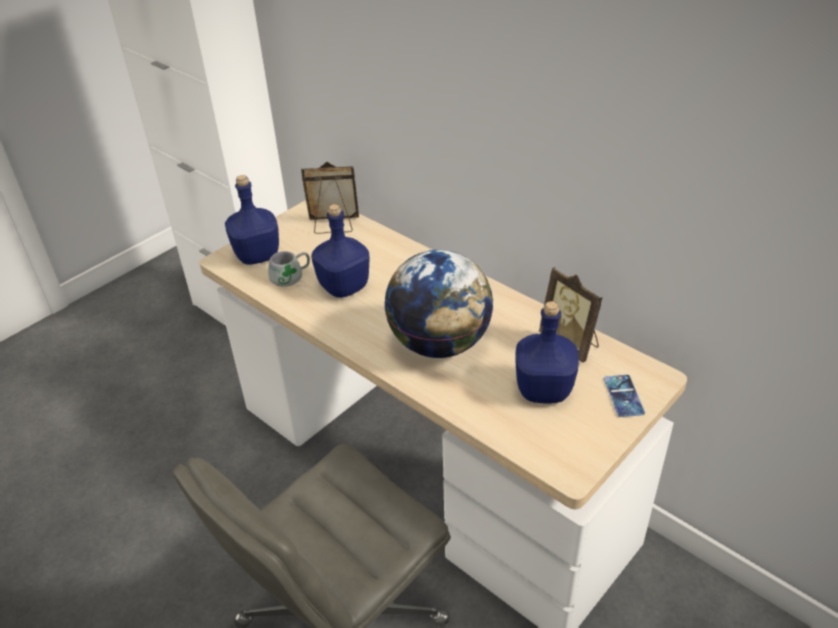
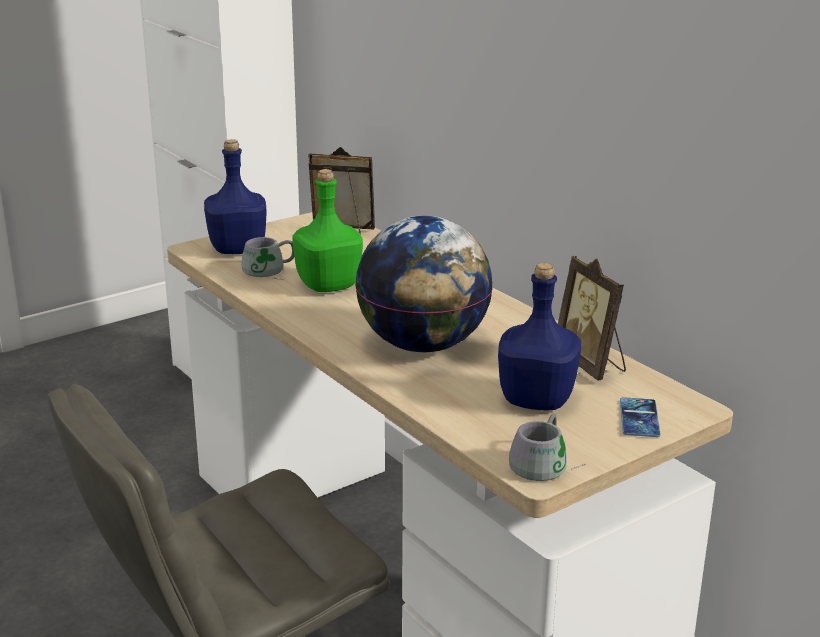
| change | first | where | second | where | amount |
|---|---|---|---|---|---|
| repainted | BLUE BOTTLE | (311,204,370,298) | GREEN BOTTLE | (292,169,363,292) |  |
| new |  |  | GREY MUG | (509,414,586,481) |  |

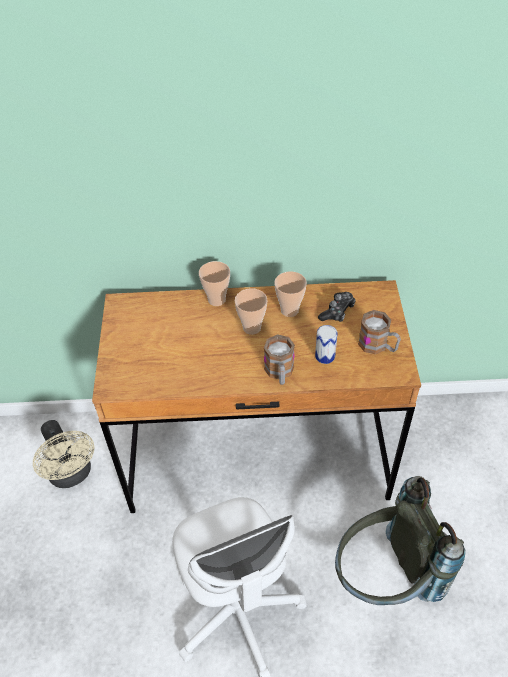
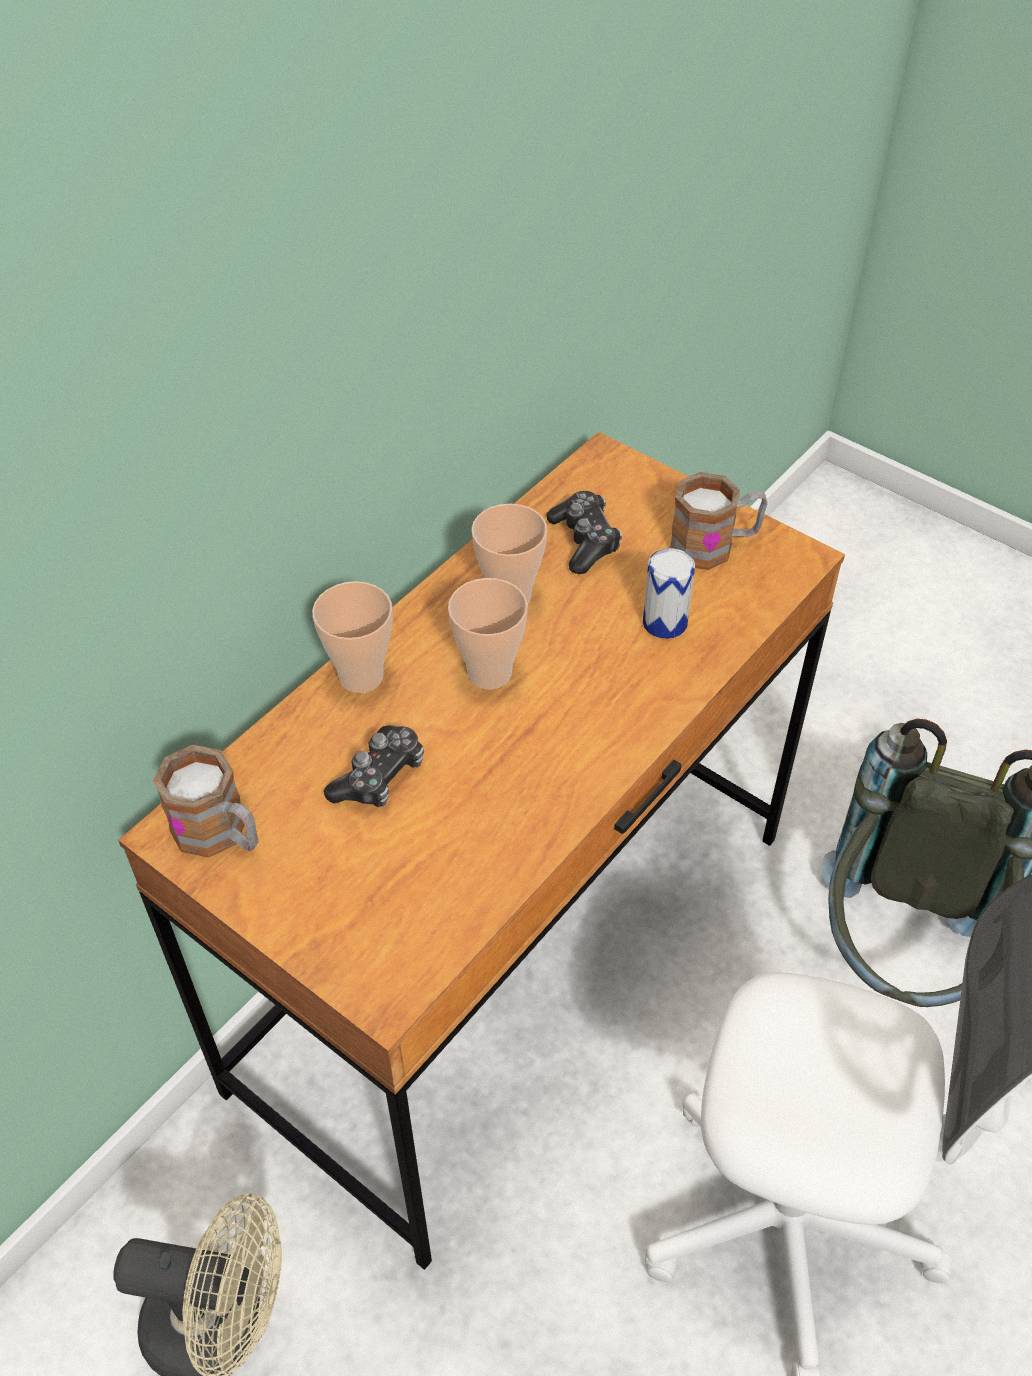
| change | first | where | second | where | amount |
|---|---|---|---|---|---|
| shifted | MUG | (264,334,295,385) |  | (153,745,259,857) |  |
| new |  |  | GAME CONTROLLER | (324,725,424,807) |  |

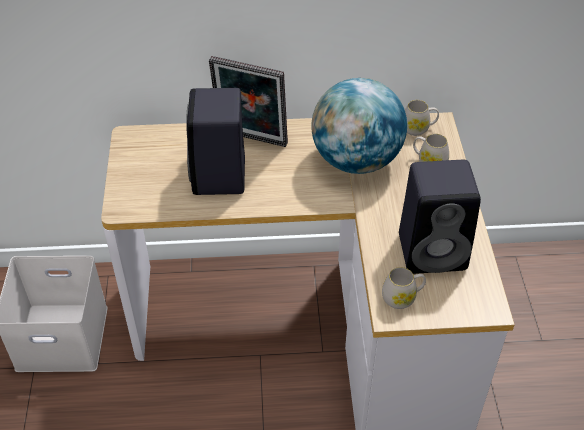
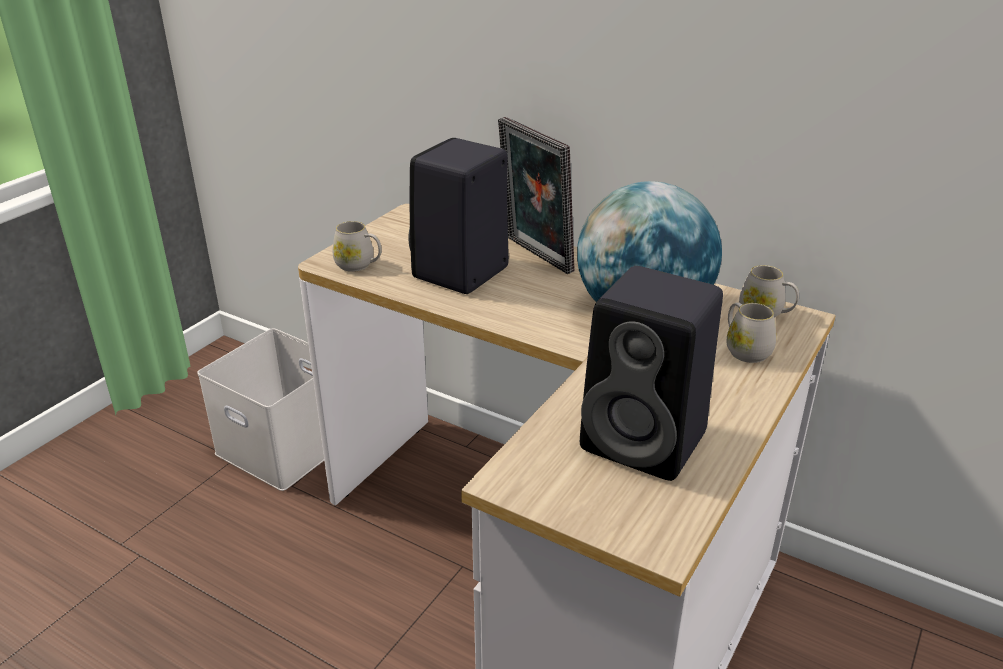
| change | first | where | second | where | amount |
|---|---|---|---|---|---|
| shifted | WHITE MUG | (382,267,426,309) |  | (333,221,382,272) |  |

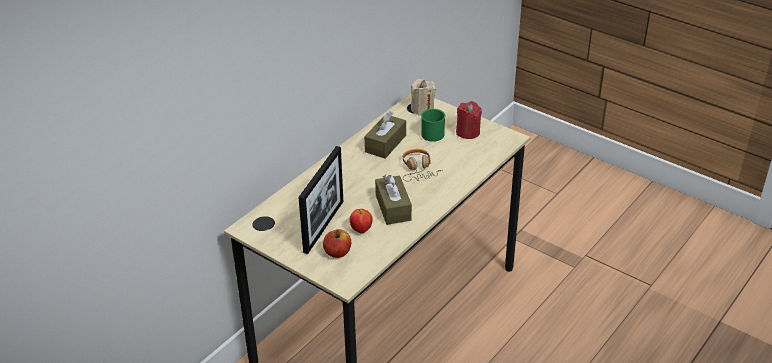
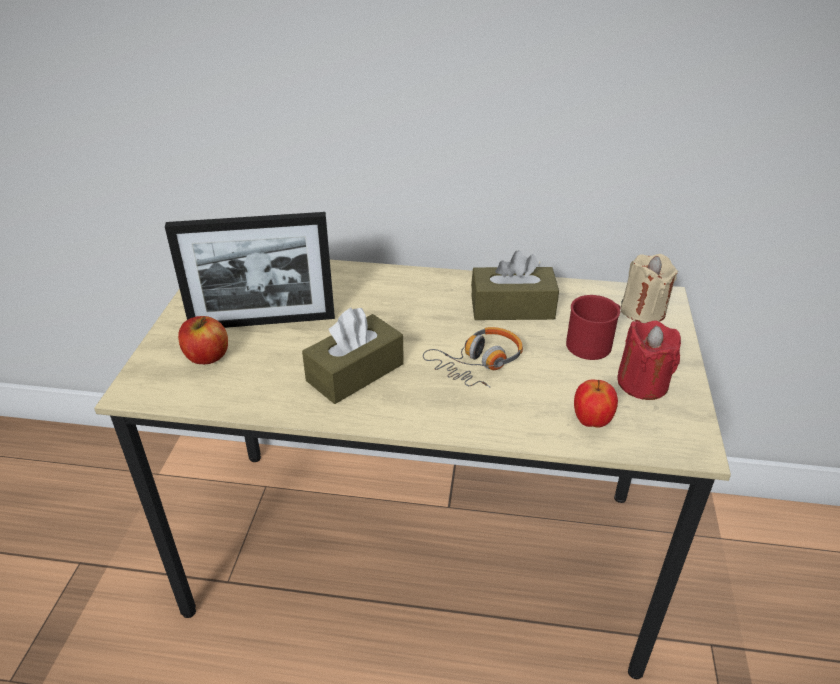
| change | first | where | second | where | amount |
|---|---|---|---|---|---|
| shifted | APPLE | (350,209,373,234) |  | (574,379,618,428) |  |
| repainted | GREEN MUG | (421,109,445,142) | RED MUG | (566,295,620,360) |  |

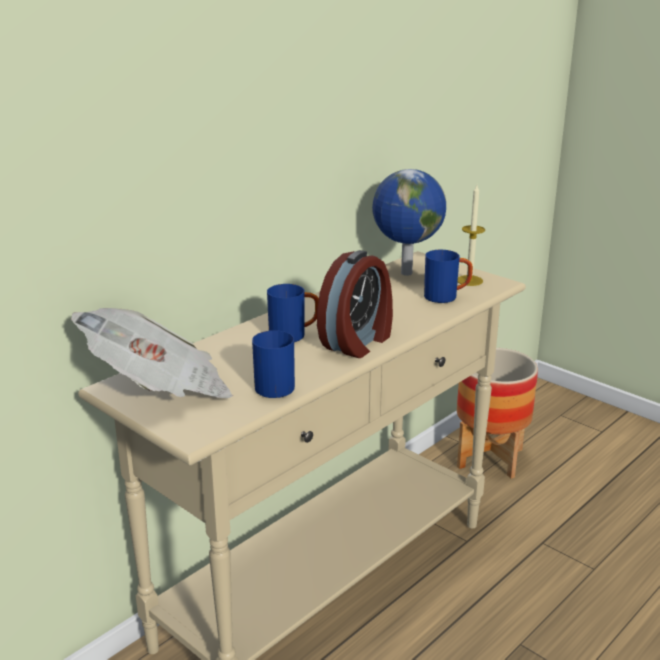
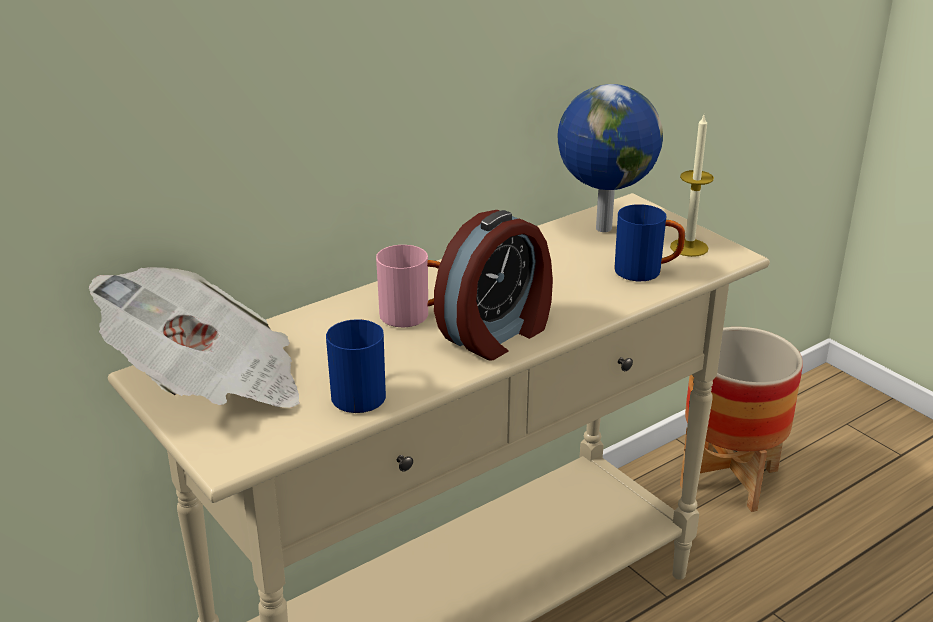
| change | first | where | second | where | amount |
|---|---|---|---|---|---|
| repainted | BLUE MUG | (267,284,319,342) | PINK MUG | (376,245,440,327) |  |

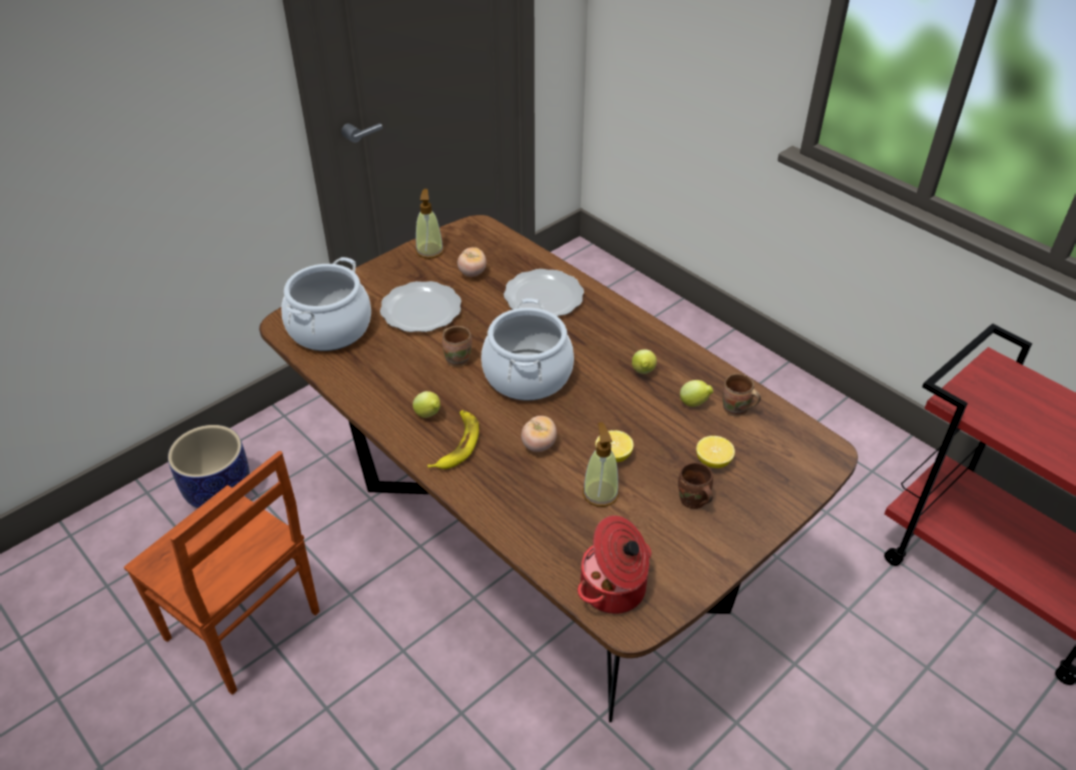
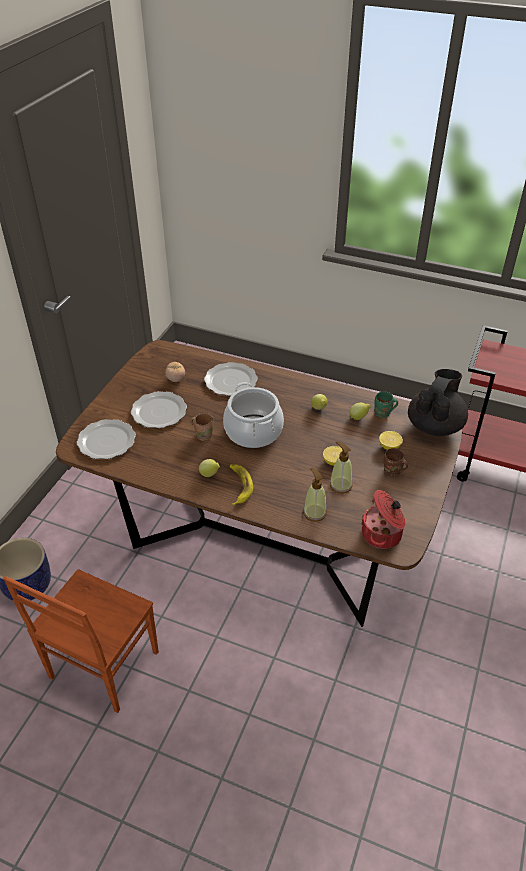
| change | first | where | second | where | amount |
|---|---|---|---|---|---|
| rotated | BROWN CHAIR | (124,451,320,695) |  | (3,569,159,713) | 105 degrees clockwise |
| swapped | COOKING POT | (281,257,371,351) | PLATE | (77,419,136,459) |  |
| shifted | SOAP DISPENSER | (416,189,444,259) |  | (303,467,327,522) |  |
| gone | TOMATO | (521,416,557,452) |  |  |  |
| repainted | BROWN MUG | (723,373,761,416) | GREEN MUG | (374,391,398,418) |  |
| new |  |  | BLACK TEAPOT | (408,369,468,436) |  |

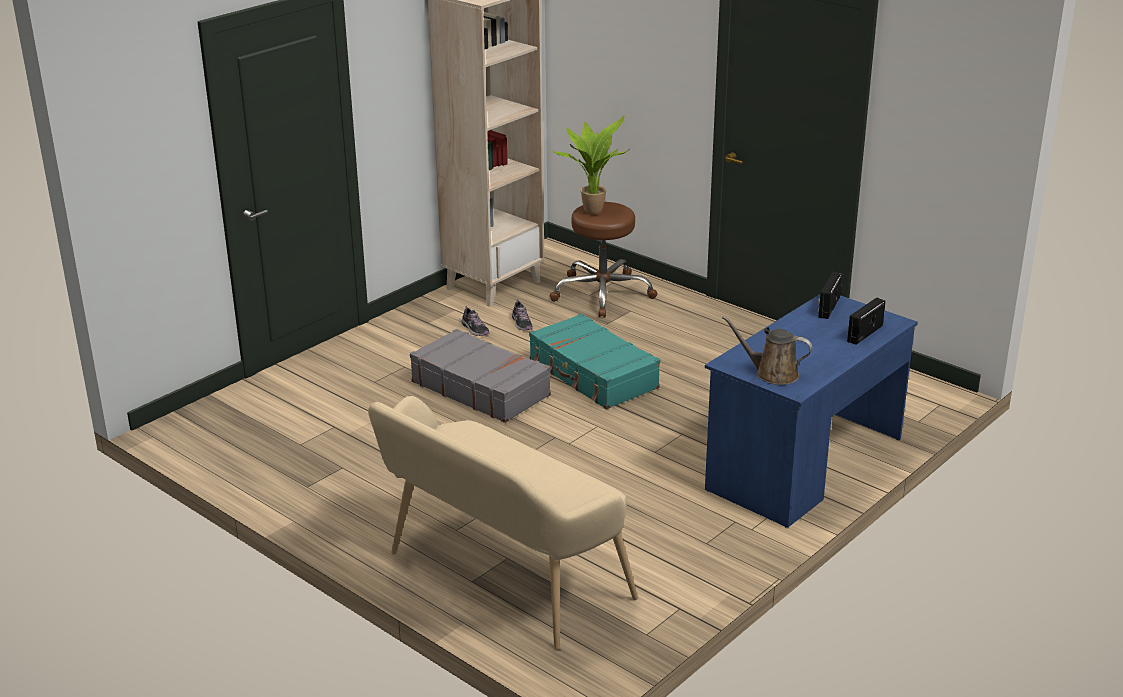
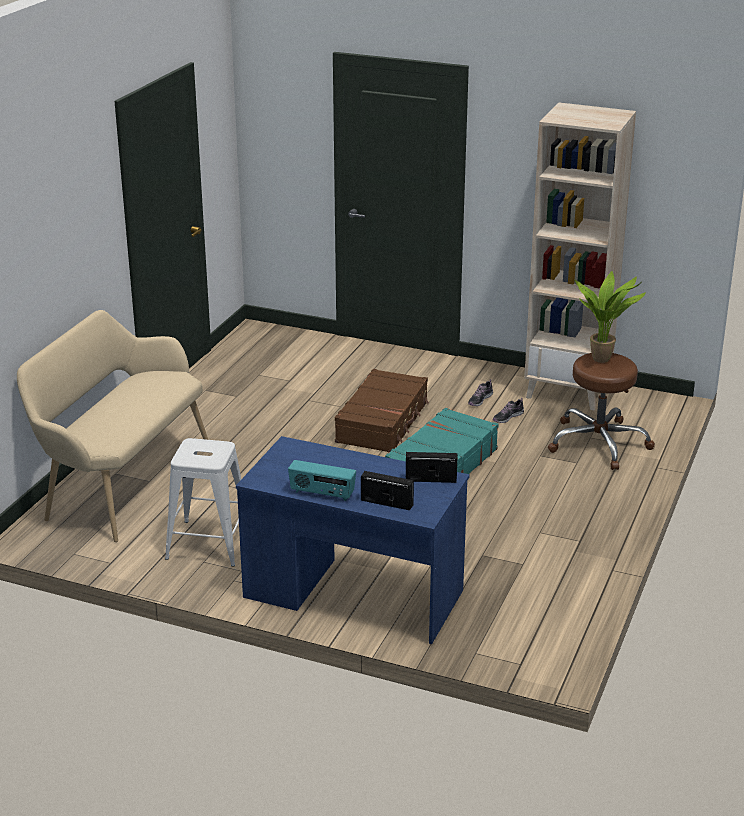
| change | first | where | second | where | amount |
|---|---|---|---|---|---|
| repainted | GREY SUITCASE | (410,329,551,423) | BROWN SUITCASE | (335,369,429,452) |  |
| gone | BROWN WATERING CAN | (722,316,812,385) |  |  |  |
| new |  |  | WHITE STOOL | (165,438,241,567) |  |
| new |  |  | RADIO | (288,460,356,501) |  |

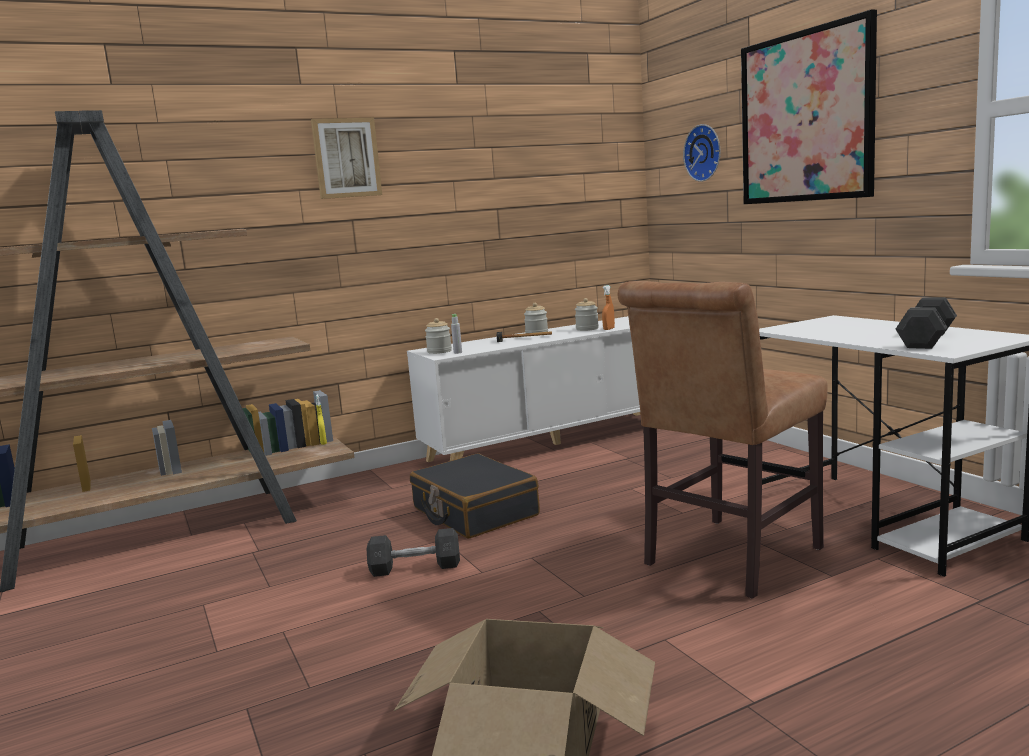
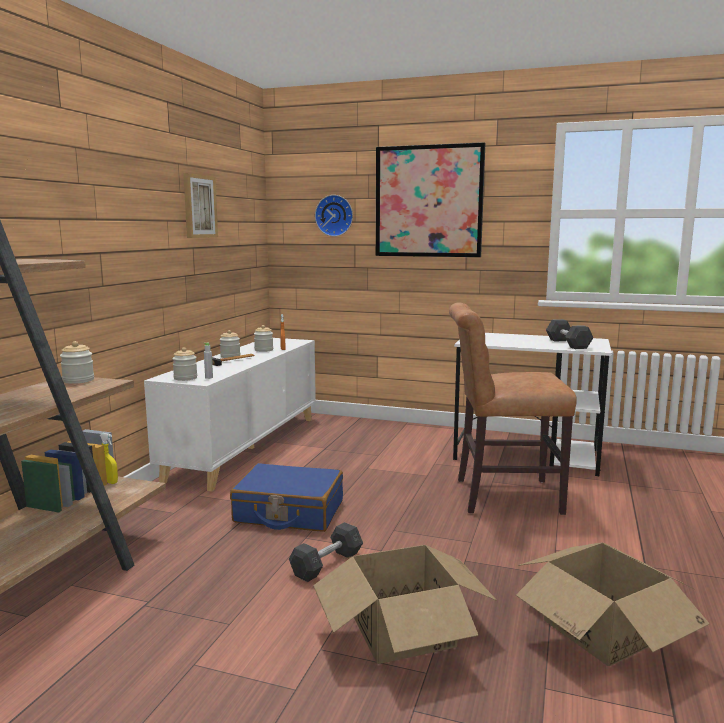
| change | first | where | second | where | amount |
|---|---|---|---|---|---|
| shifted | PICTURE | (311,118,382,199) |  | (183,173,218,238) |  |
| repainted | BLACK SUITCASE | (410,453,540,539) | BLUE SUITCASE | (230,463,343,532) |  |
| rotated | BROWN CHAIR | (618,281,828,599) |  | (449,302,577,515) | 90 degrees clockwise |
| new |  |  | JAR | (60,341,94,384) |  |
| new |  |  | CARDBOARD BOX | (313,545,497,664) |  |

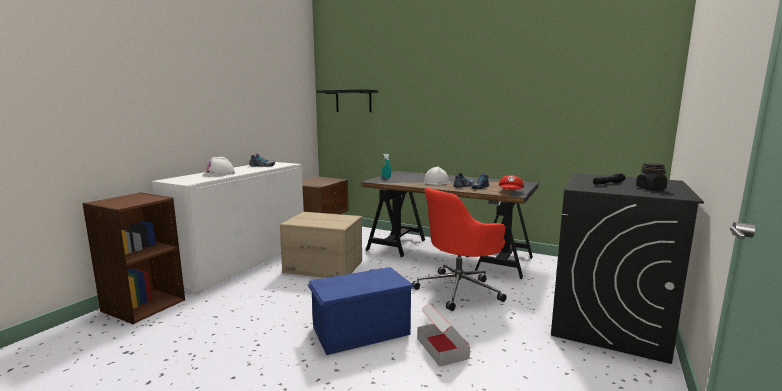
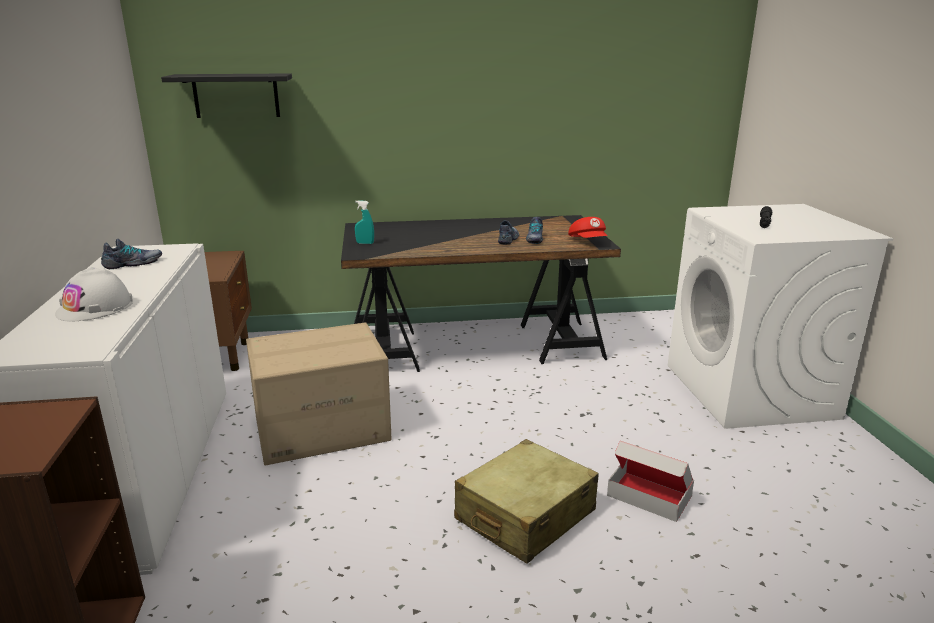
| change | first | where | second | where | amount |
|---|---|---|---|---|---|
| swapped | BLUE STORAGE BOX | (307,267,414,355) | BEIGE SUITCASE | (454,439,598,563) |  |
| gone | RED OFFICE CHAIR | (412,188,506,311) |  |  |  |
| gone | WHITE HARD HAT | (424,167,450,185) |  |  |  |
| repainted | BLACK WASHING MACHINE | (551,173,704,364) | WHITE WASHING MACHINE | (668,204,893,429) |  |
| gone | BLACK JAR | (636,163,668,190) |  |  |  |

